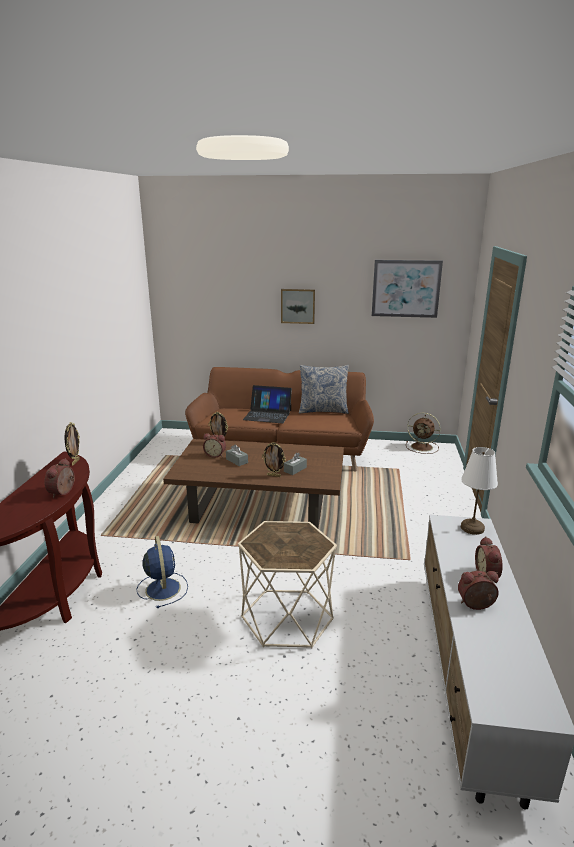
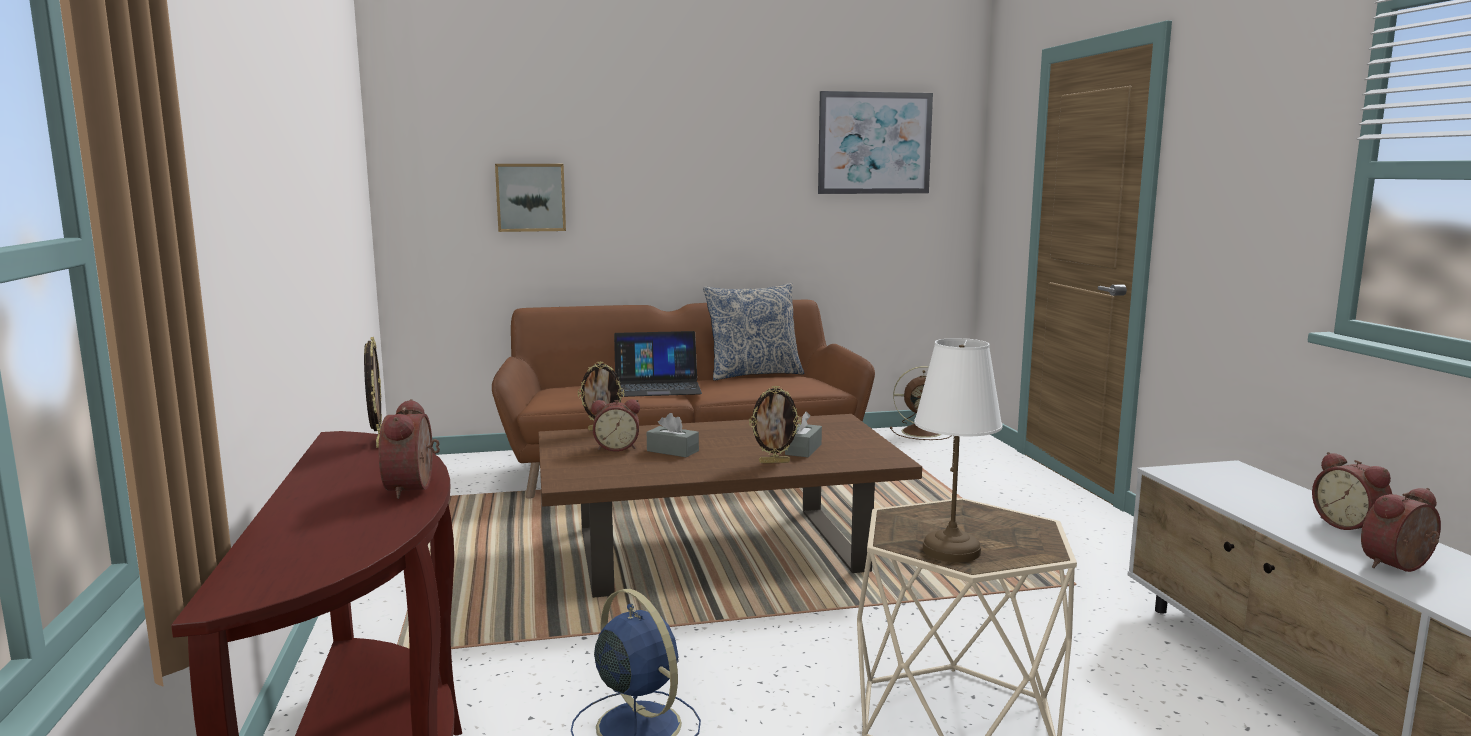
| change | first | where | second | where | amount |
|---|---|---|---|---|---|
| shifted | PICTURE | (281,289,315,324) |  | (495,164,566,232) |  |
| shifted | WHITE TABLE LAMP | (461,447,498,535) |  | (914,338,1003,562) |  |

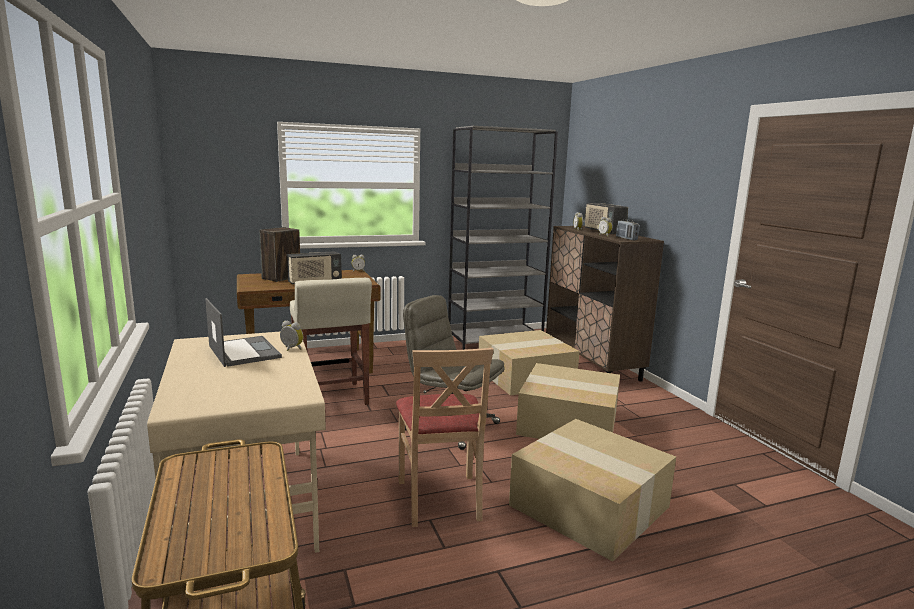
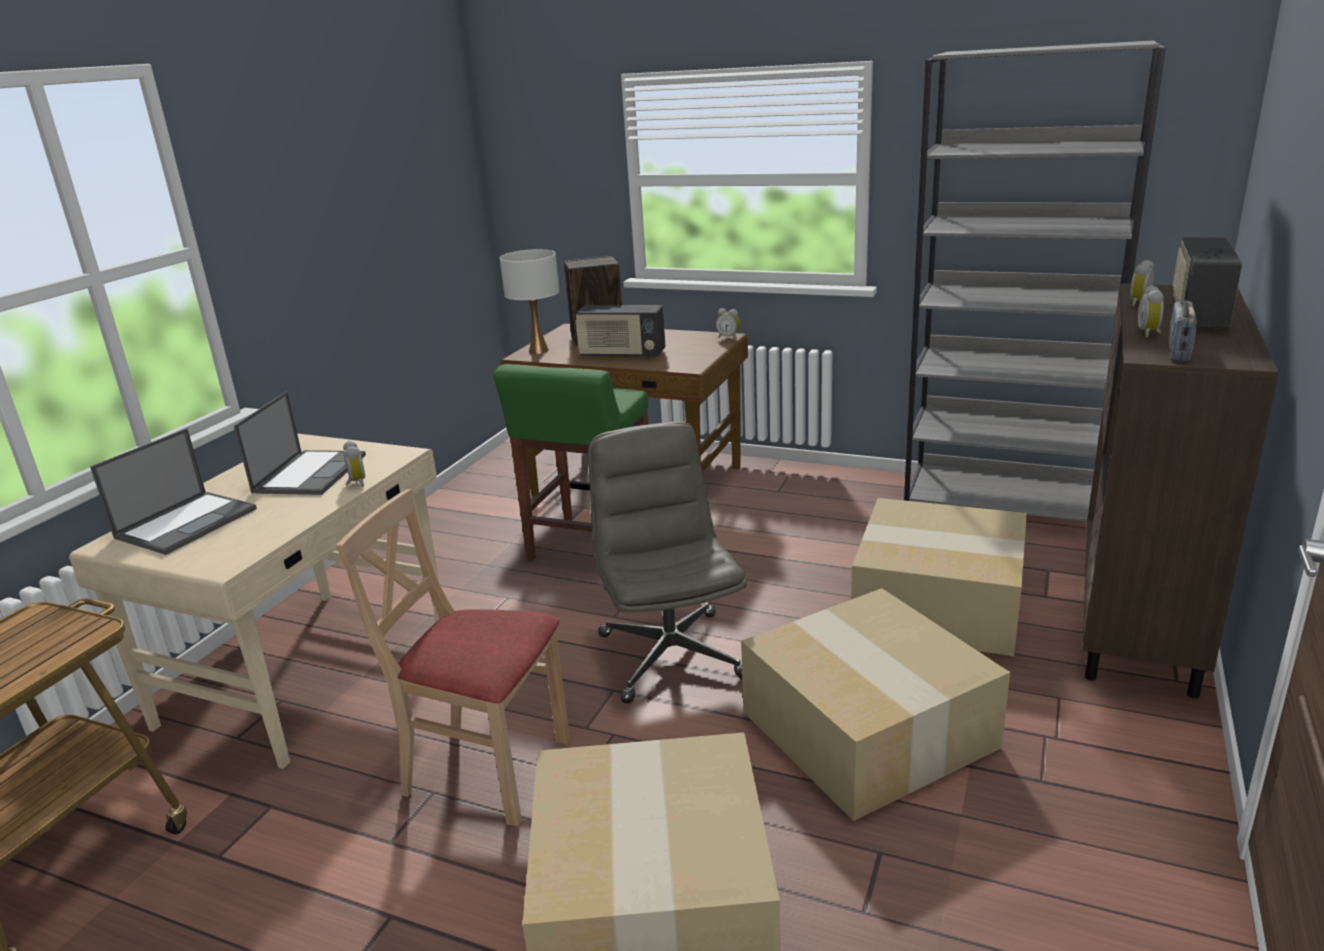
| change | first | where | second | where | amount |
|---|---|---|---|---|---|
| repainted | BEIGE STOOL | (290,278,372,405) | GREEN STOOL | (494,364,649,561) |  |
| rotated | BEIGE CHAIR | (396,348,494,527) |  | (336,489,570,826) | 75 degrees clockwise |
| new |  |  | LAPTOP | (90,428,257,555) |  |
| new |  |  | WHITE TABLE LAMP | (500,249,559,354) |  |

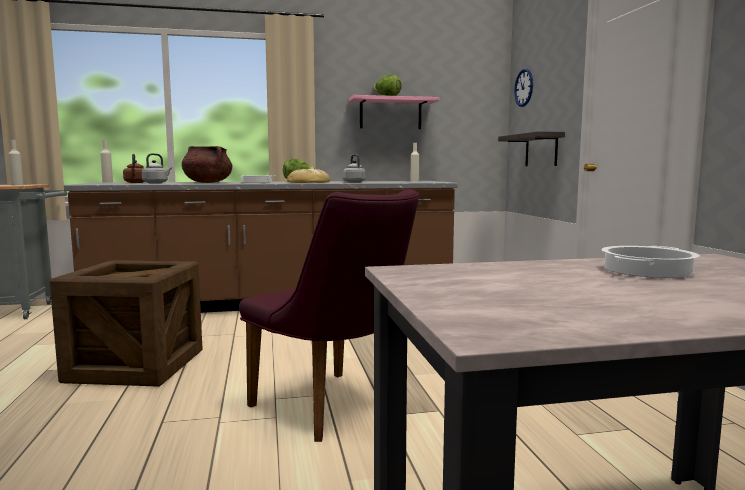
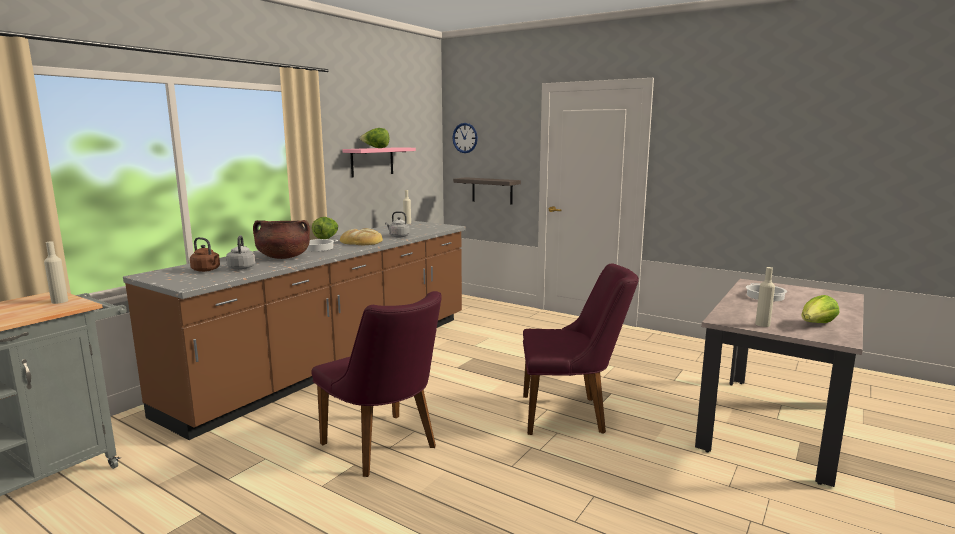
| change | first | where | second | where | amount |
|---|---|---|---|---|---|
| swapped | CRATE | (50,260,202,387) | PURPLE CHAIR | (311,291,442,477) |  |
| shifted | BEIGE BOTTLE | (100,140,113,183) |  | (755,267,775,327) |  |
| new |  |  | LETTUCE | (802,295,839,323) |  |

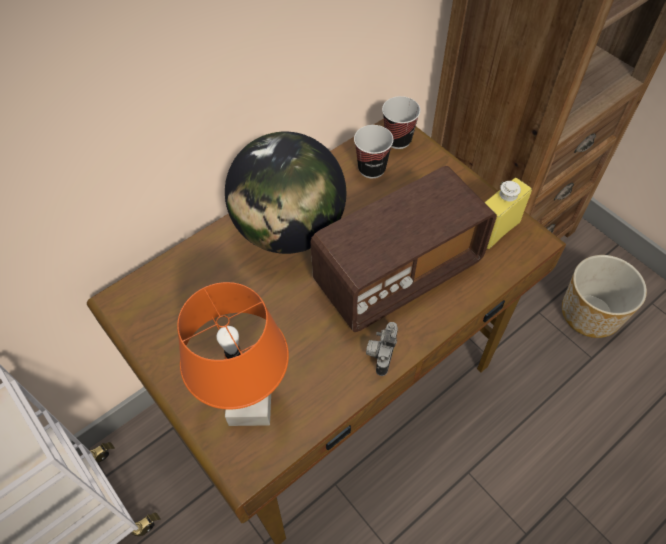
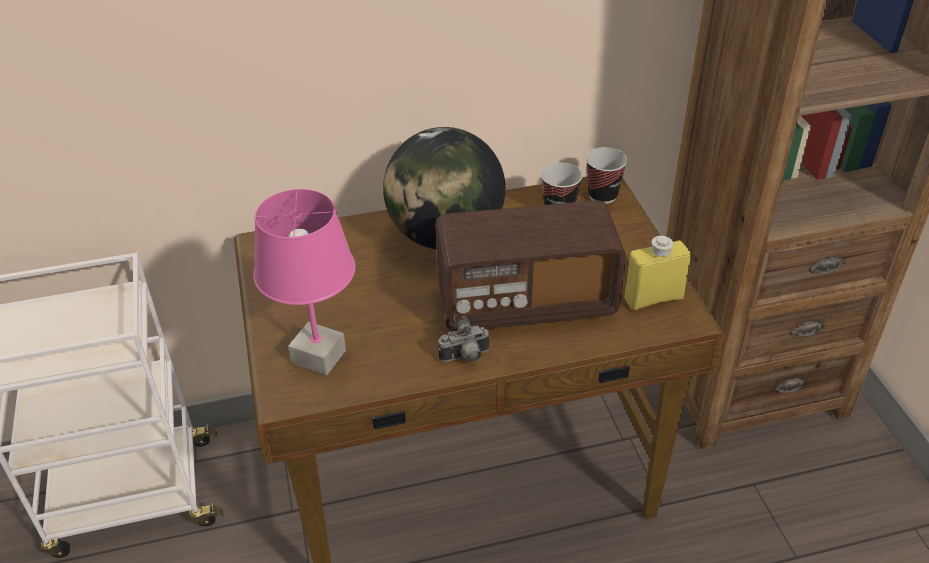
| change | first | where | second | where | amount |
|---|---|---|---|---|---|
| repainted | ORANGE TABLE LAMP | (177,282,289,426) | PINK TABLE LAMP | (253,189,355,375) |  |
| rotated | PHOTO CAMERA | (366,322,398,376) |  | (438,316,490,362) | 150 degrees counterclockwise |
| gone | PLANTER | (562,255,647,338) |  |  |  |

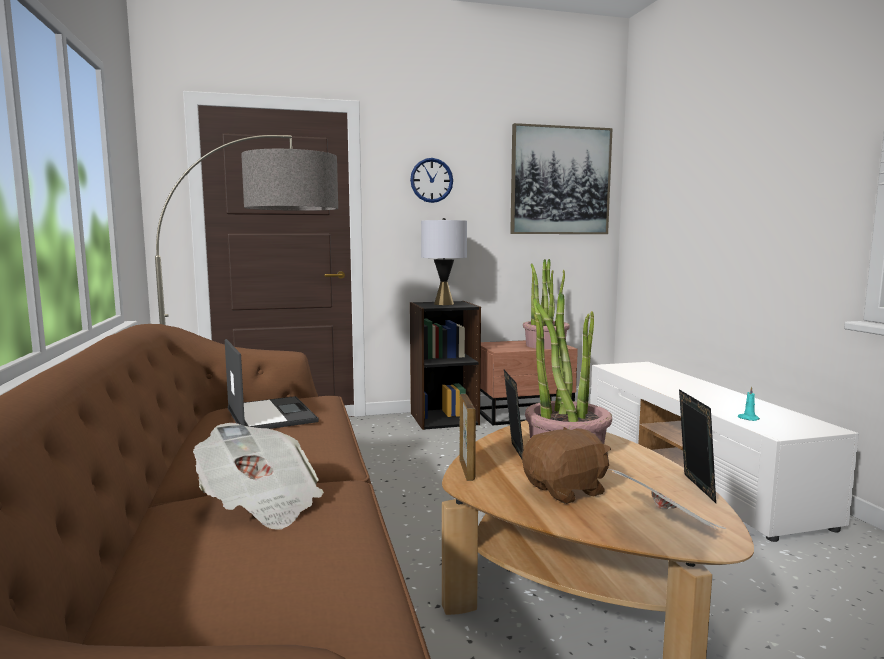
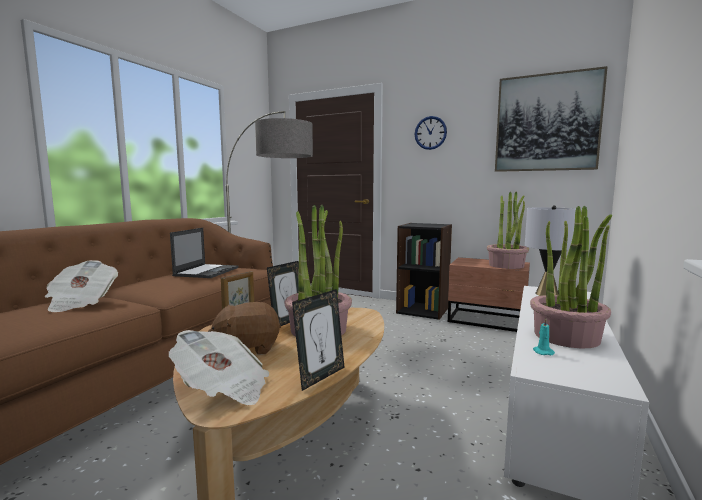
| change | first | where | second | where | amount |
|---|---|---|---|---|---|
| shifted | GREY TABLE LAMP | (421,218,467,305) |  | (525,205,582,296) |  |
| rotated | BROWN PLUSH TOY | (522,427,611,504) |  | (208,302,281,355) | 150 degrees clockwise |
| new |  |  | POTTED PLANT | (530,206,612,349) |  |

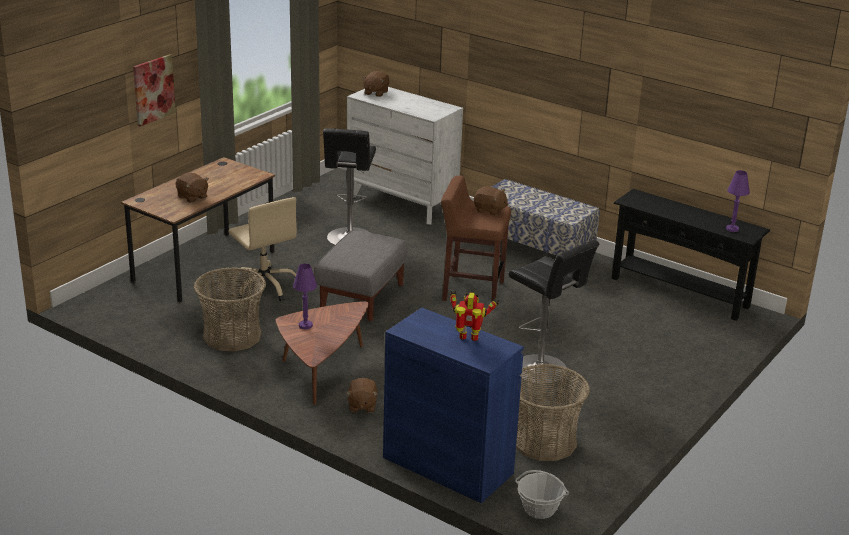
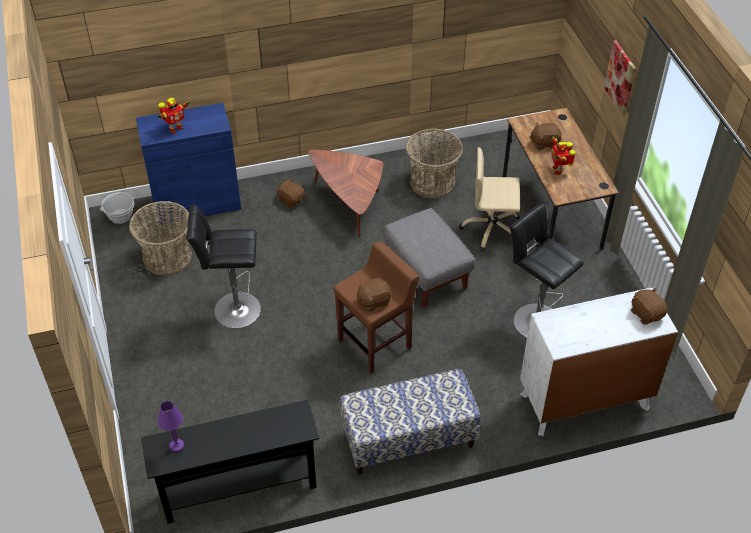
| change | first | where | second | where | amount |
|---|---|---|---|---|---|
| gone | PURPLE TABLE LAMP | (293,264,317,329) |  |  |  |
| new |  |  | TOY ROBOT | (550,134,576,175) |  |

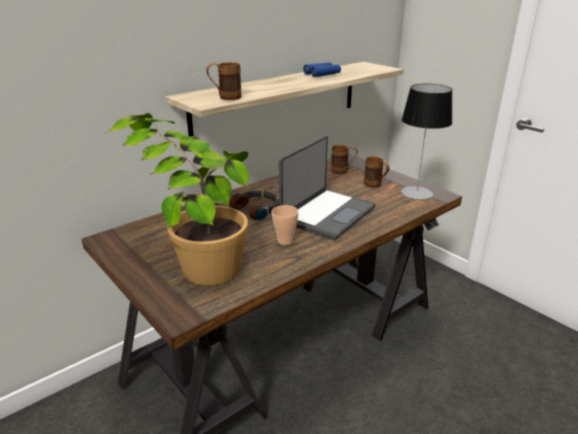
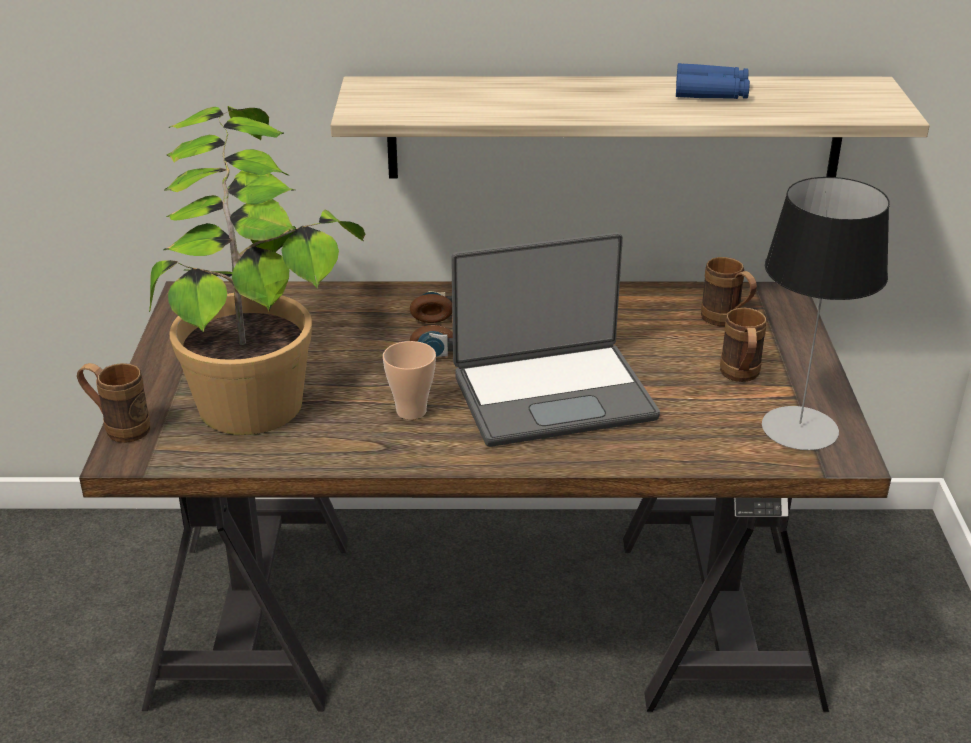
| change | first | where | second | where | amount |
|---|---|---|---|---|---|
| shifted | BROWN MUG | (206,62,241,100) |  | (77,363,150,443) |  |

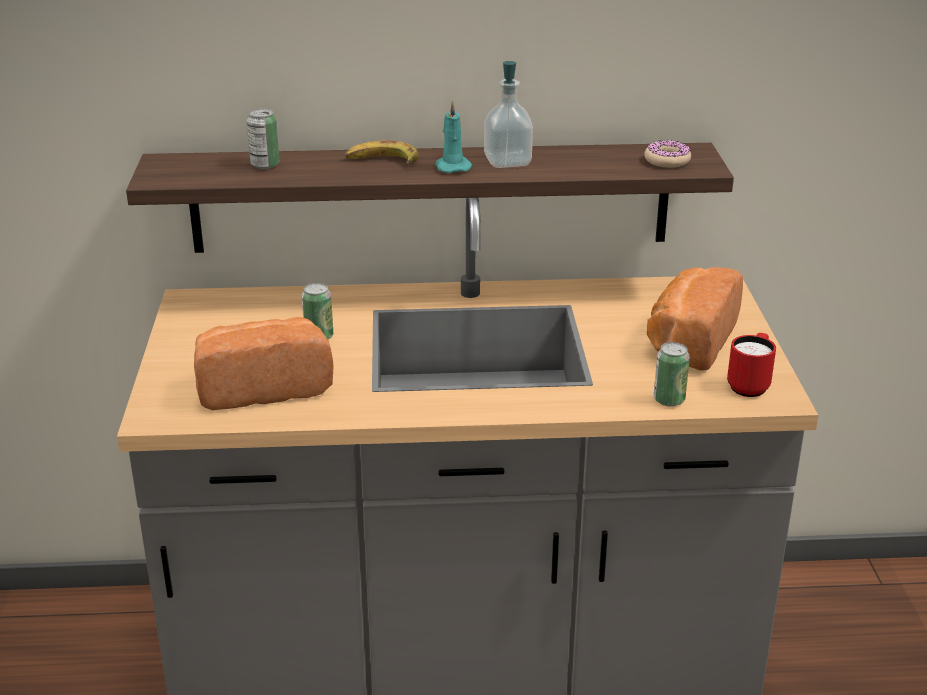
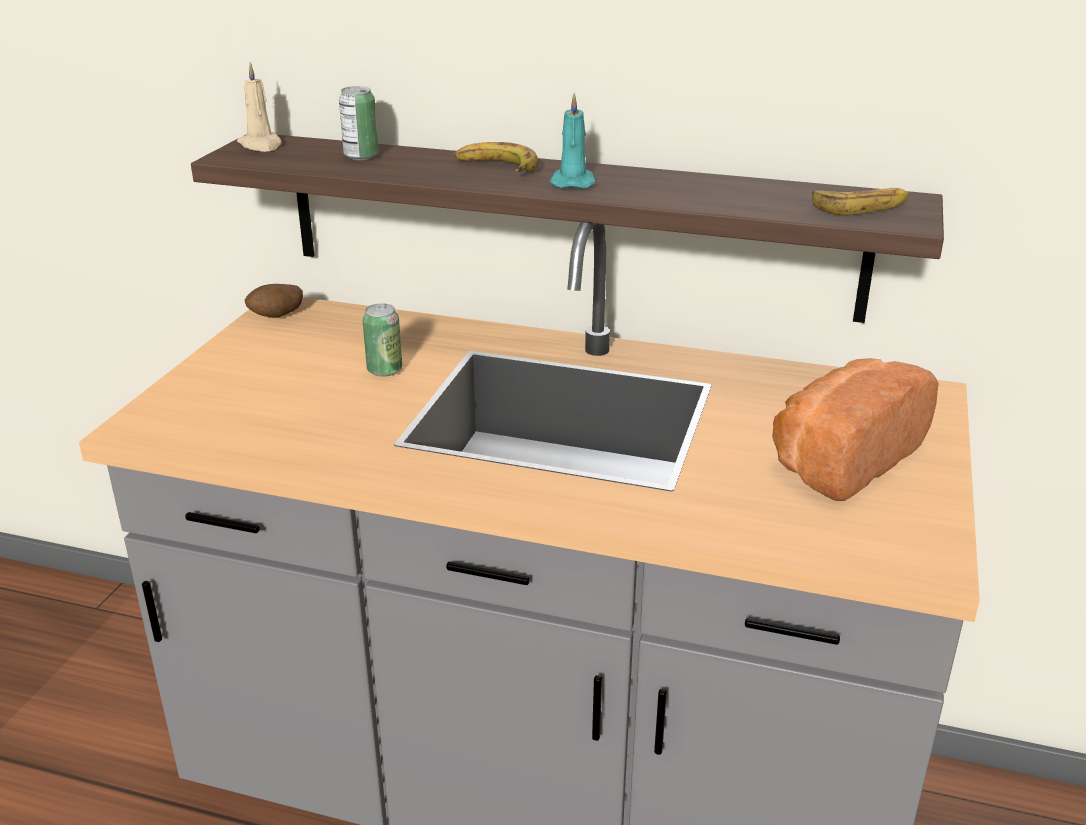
| change | first | where | second | where | amount |
|---|---|---|---|---|---|
| gone | BREAD | (194,317,333,410) |  |  |  |
| gone | SOAP DISPENSER | (484,61,533,168) |  |  |  |
| swapped | DONUT | (644,140,691,168) | BANANA | (812,188,909,216) |  |
| gone | CAN | (654,342,690,407) |  |  |  |
| gone | RED MUG | (727,333,776,397) |  |  |  |
| new |  |  | BEIGE CANDLE | (237,62,281,152) |  |
| new |  |  | POTATO | (245,284,303,318) |  |

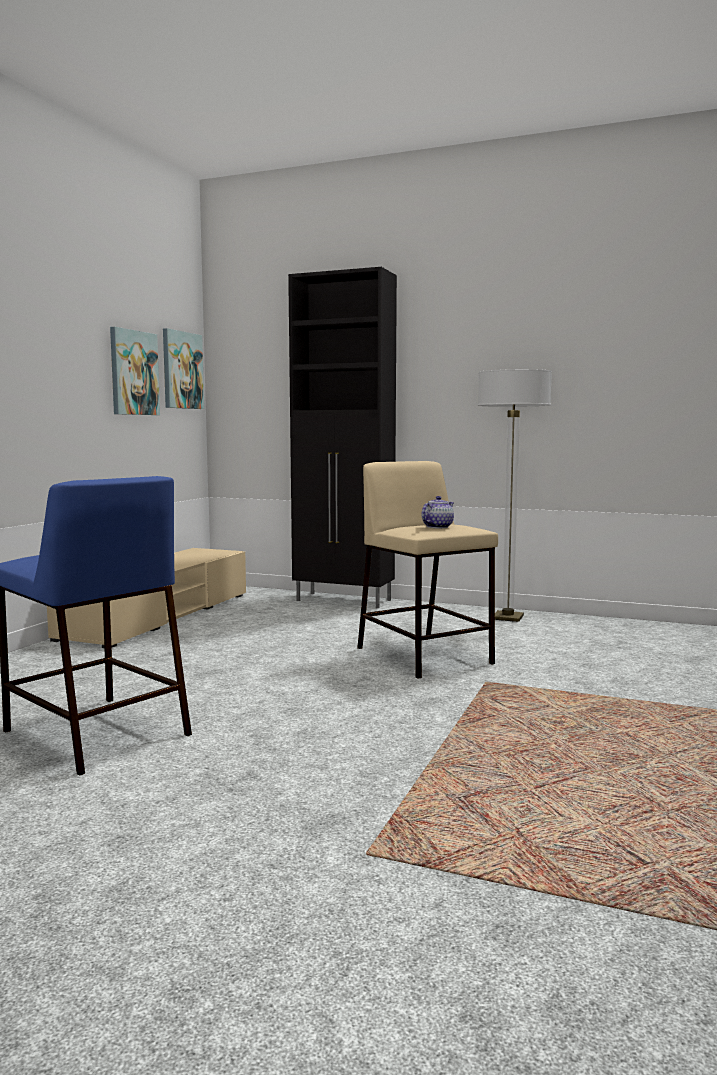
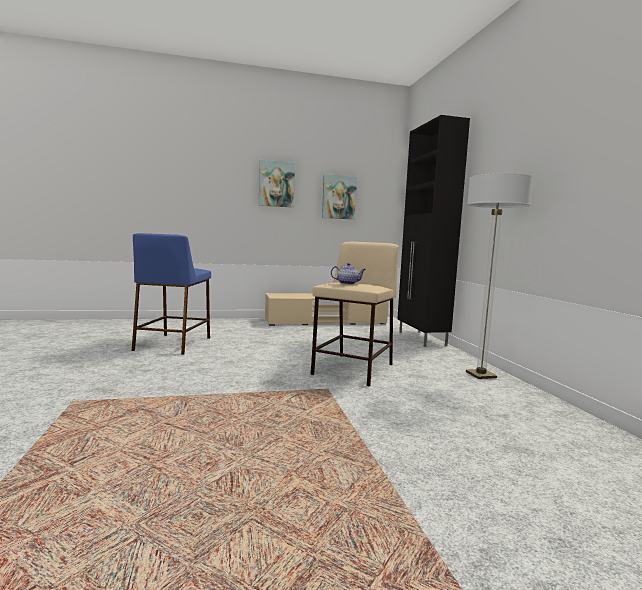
| change | first | where | second | where | amount |
|---|---|---|---|---|---|
| shifted | PICTURE | (163,328,204,409) |  | (259,160,295,208) |  |

